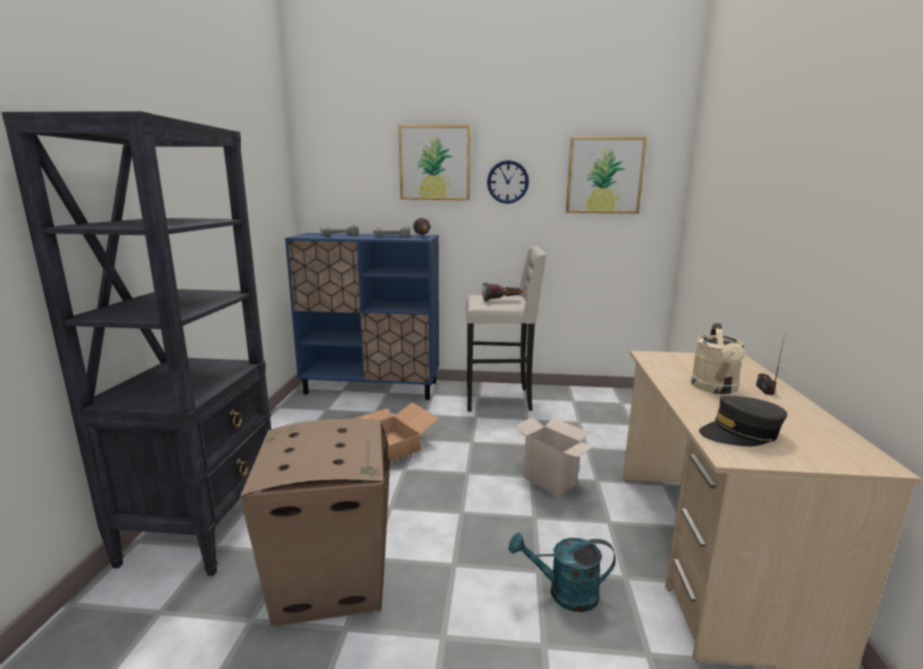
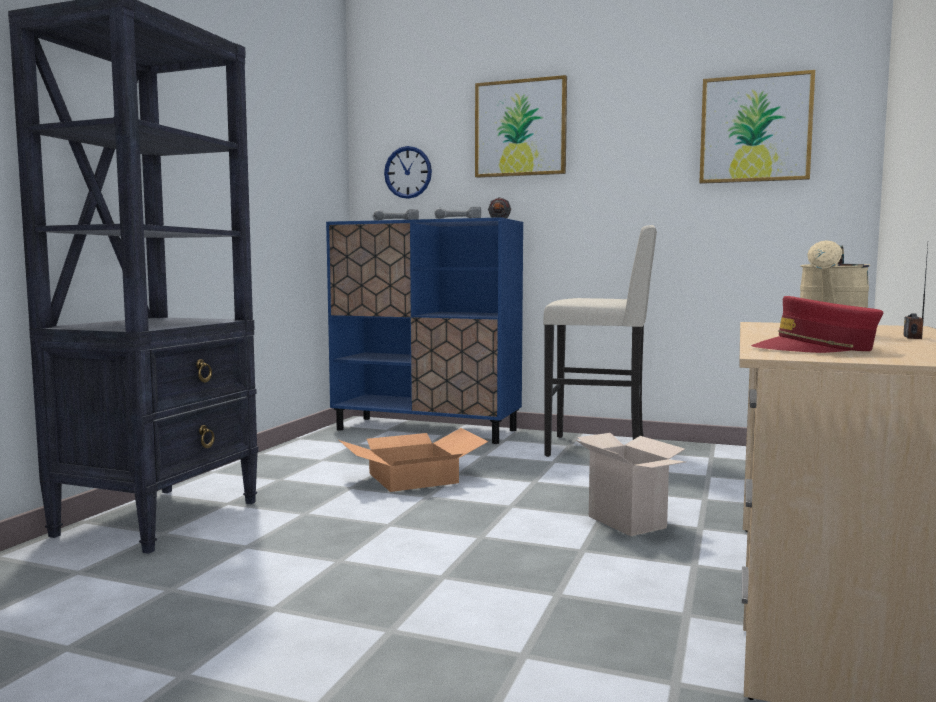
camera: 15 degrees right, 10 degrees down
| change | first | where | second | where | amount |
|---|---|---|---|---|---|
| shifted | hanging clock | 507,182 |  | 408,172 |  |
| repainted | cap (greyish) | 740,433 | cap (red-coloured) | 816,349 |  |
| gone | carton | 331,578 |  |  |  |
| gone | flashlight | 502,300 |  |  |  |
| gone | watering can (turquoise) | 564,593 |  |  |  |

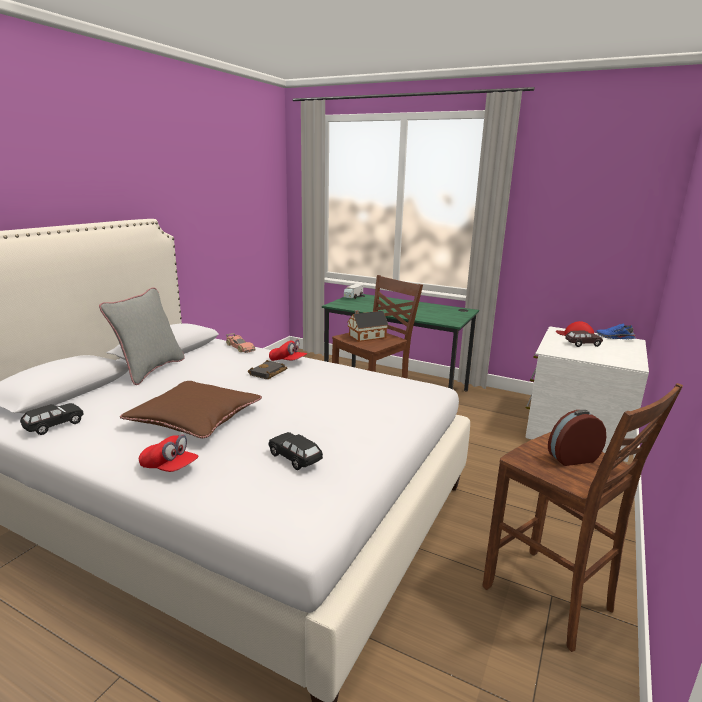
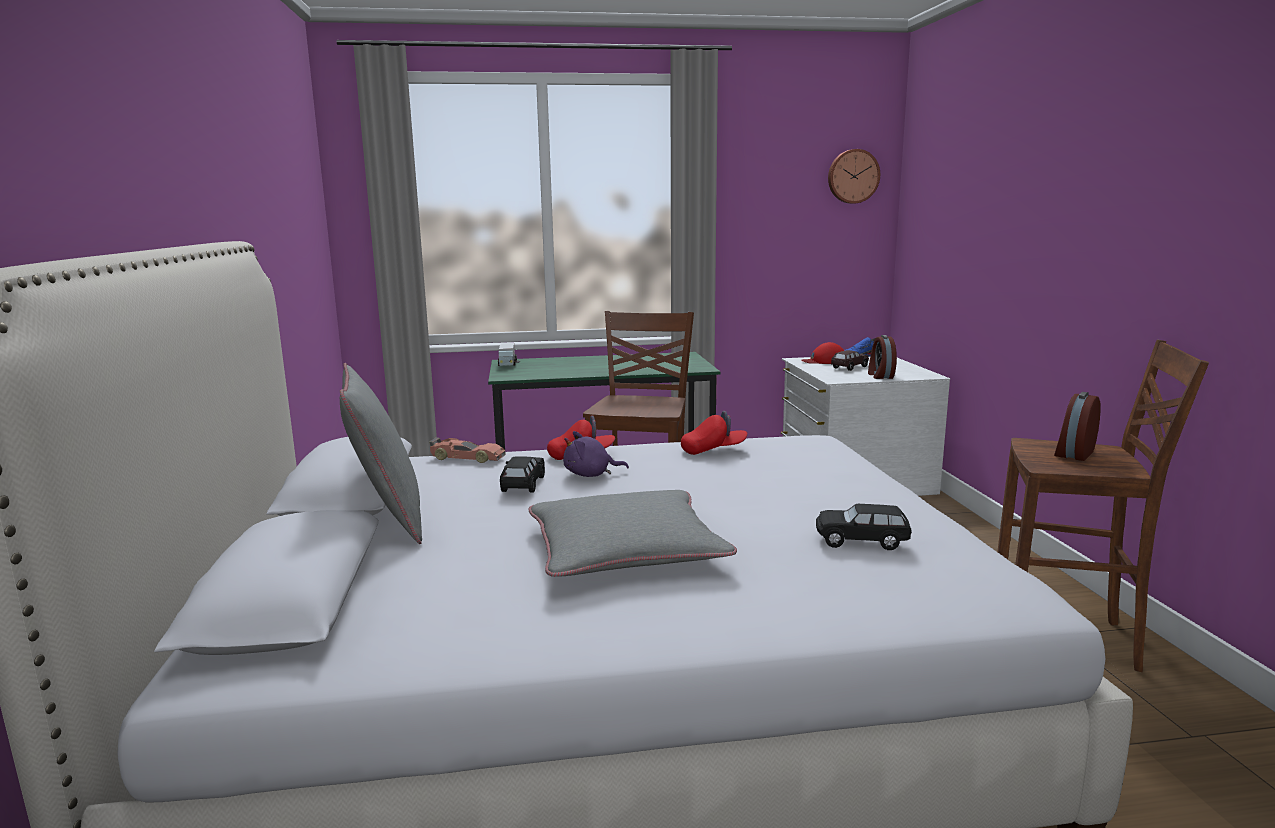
camera: 35 degrees left, 5 degrees down
| change | first | where | second | where | amount |
|---|---|---|---|---|---|
| shifted | model car (black-coloured) | 54,425 |  | 523,484 |  |
| repainted | pillow (brown-coloured) | 195,417 | pillow (greyish) | 625,549 |  |
| swapped | book (black-coloured) | 268,373 | cuddly toy (purple) | 590,474 |  |
| shifted | cap (red-coloured) | 169,467 |  | 713,450 |  |
| new |  |  | hanging clock | 852,176 |  |
| new |  |  | table clock | 880,376 |  |
| gone | toy house | 365,337 |  |  |  |

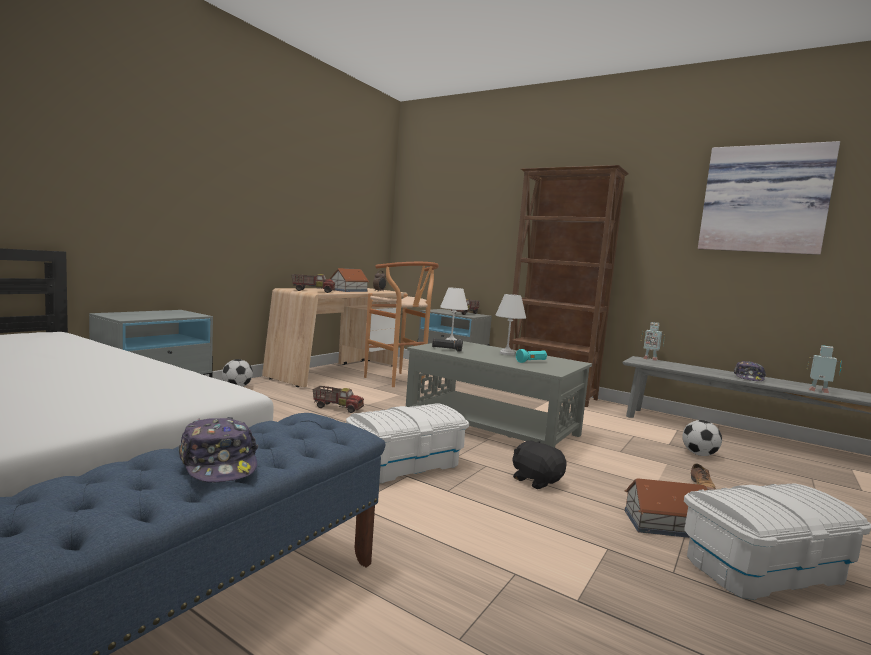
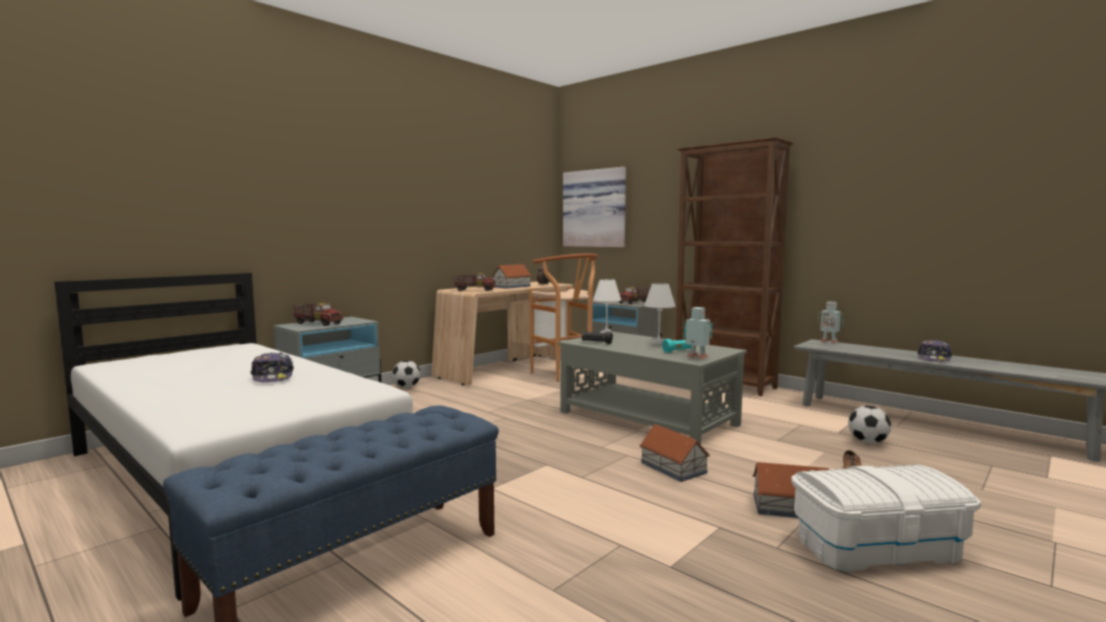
camera: 10 degrees right, 0 degrees up
| change | first | where | second | where | amount |
|---|---|---|---|---|---|
| shifted | cap | 219,464 |  | 273,377 |  |
| shifted | model truck | 337,408 |  | 318,323 |  |
| shifted | picture | 764,199 |  | 595,208 |  |
| swapped | cuddly toy (black-coloured) | 536,480 | toy house | 673,468 |  |
| shifted | model robot | 819,391 |  | 697,358 |  |
| gone | storage bin (whitish) | 405,464 |  |  |  |

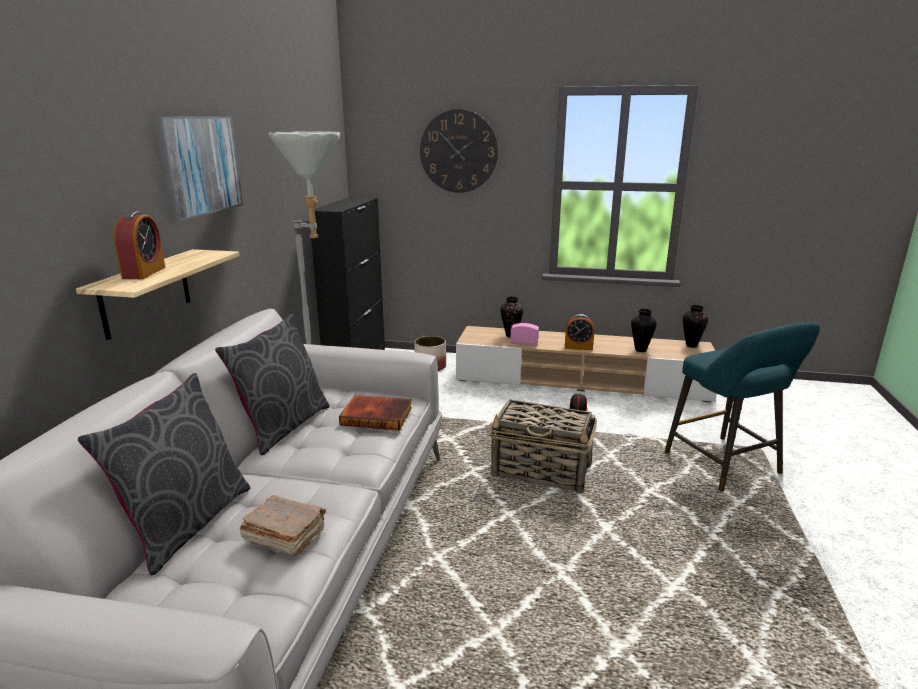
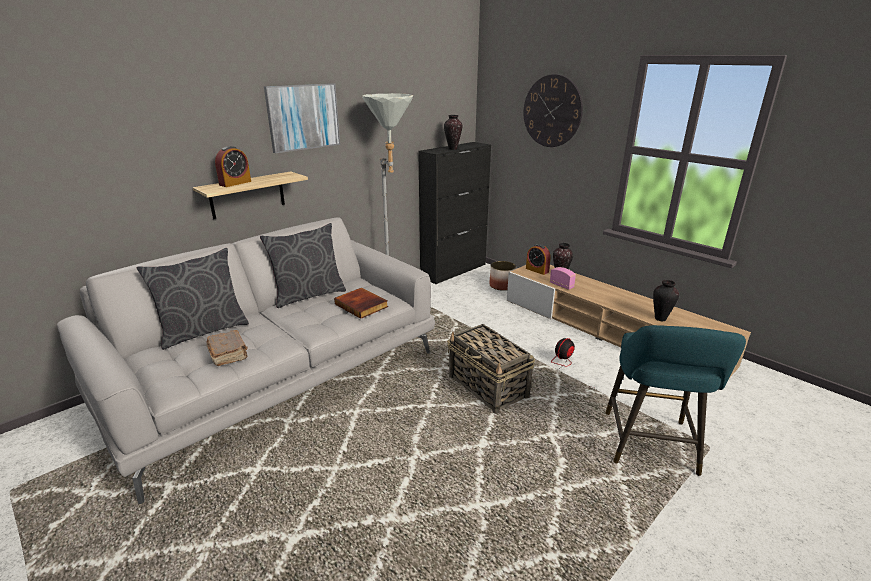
camera: 35 degrees right, 5 degrees up
| change | first | where | second | where | amount |
|---|---|---|---|---|---|
| shifted | decorative vase | 691,345 |  | 453,149 |  |
| shifted | table clock | 578,347 |  | 537,270 |  |

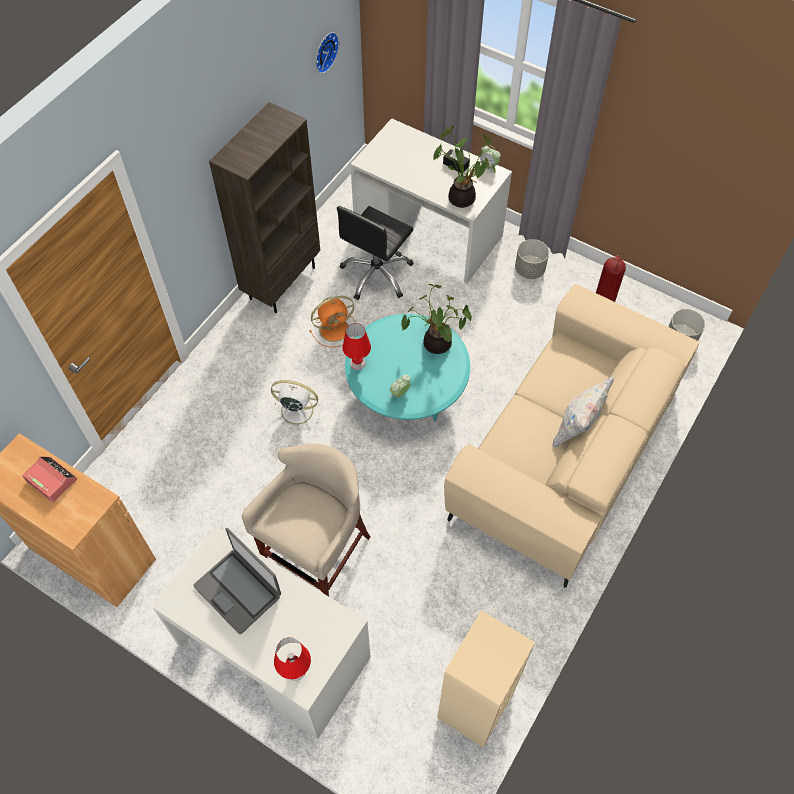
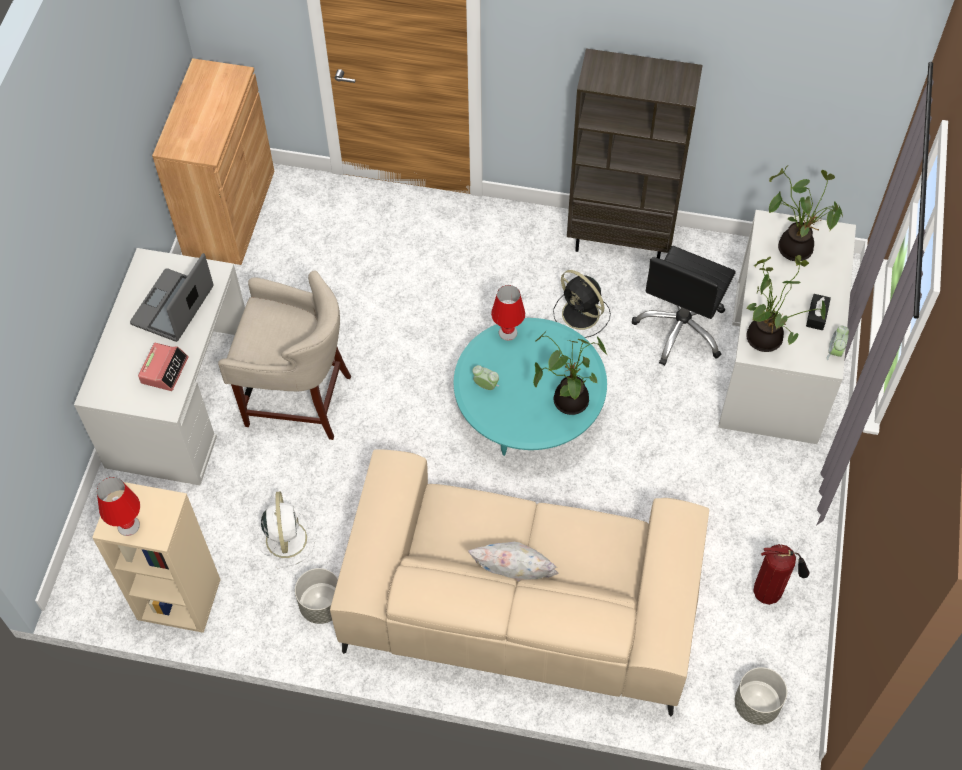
camera: 70 degrees right, 0 degrees up
| change | first | where | second | where | amount |
|---|---|---|---|---|---|
| shifted | lamp for a table (red-coloured) | 296,670 |  | 128,526 |  |
| shifted | table clock | 51,480 |  | 164,370 |  |
| shifted | electric fan (whitish) | 295,410 |  | 286,537 |  |
| shifted | plant pot (greyish) | 530,270 |  | 321,606 |  |
| repainted | electric fan (orange-coloured) | 335,329 | electric fan (black-coloured) | 582,315 |  |
| rotated | desk chair (black-coloured) | 377,274 |  | 681,329 | 75 degrees counterclockwise |
| new |  |  | plant in a pot | 795,246 |  |
| gone | hanging clock | 324,51 |  |  |  |

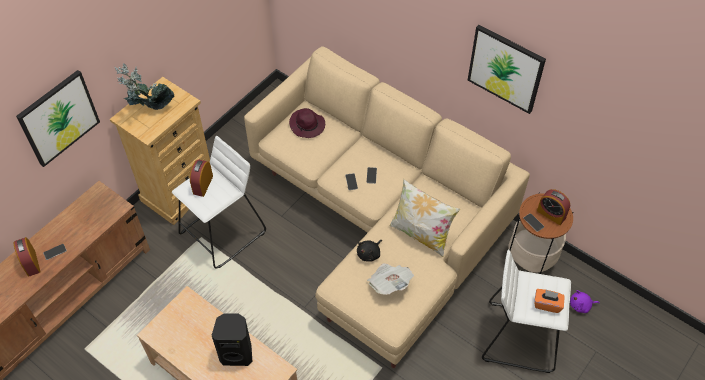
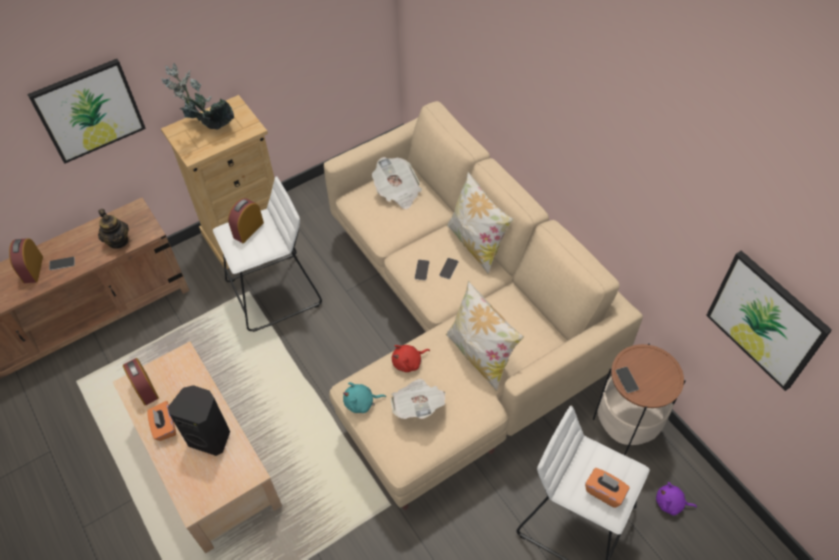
camera: 20 degrees right, 0 degrees up
| change | first | where | second | where | amount |
|---|---|---|---|---|---|
| new |  |  | tea pot | 118,241 |  |
| shifted | table clock | 551,214 |  | 145,388 |  |
| new |  |  | tissue box (orange-coloured) | 164,427 |  |
| new |  |  | cuddly toy (turquoise) | 361,403 |  |
| swapped | hat (purple) | 307,125 | printed paper | 397,191 |  |
| repainted | cuddly toy (black-coloured) | 369,254 | cuddly toy (red-coloured) | 408,362 |  |
| new |  |  | pillow | 476,244 |  |
| shifted | picture | 506,68 |  | 766,320 |  |

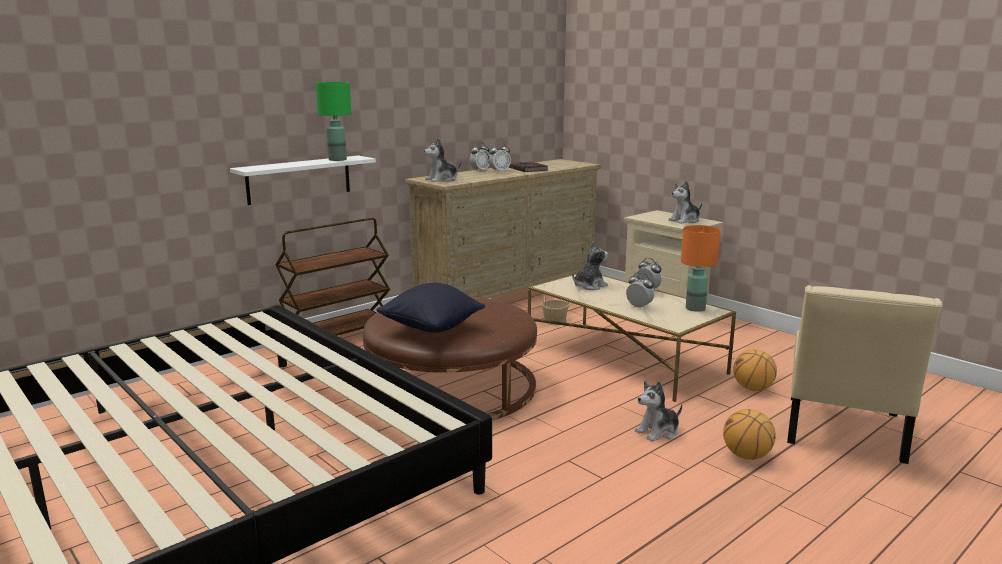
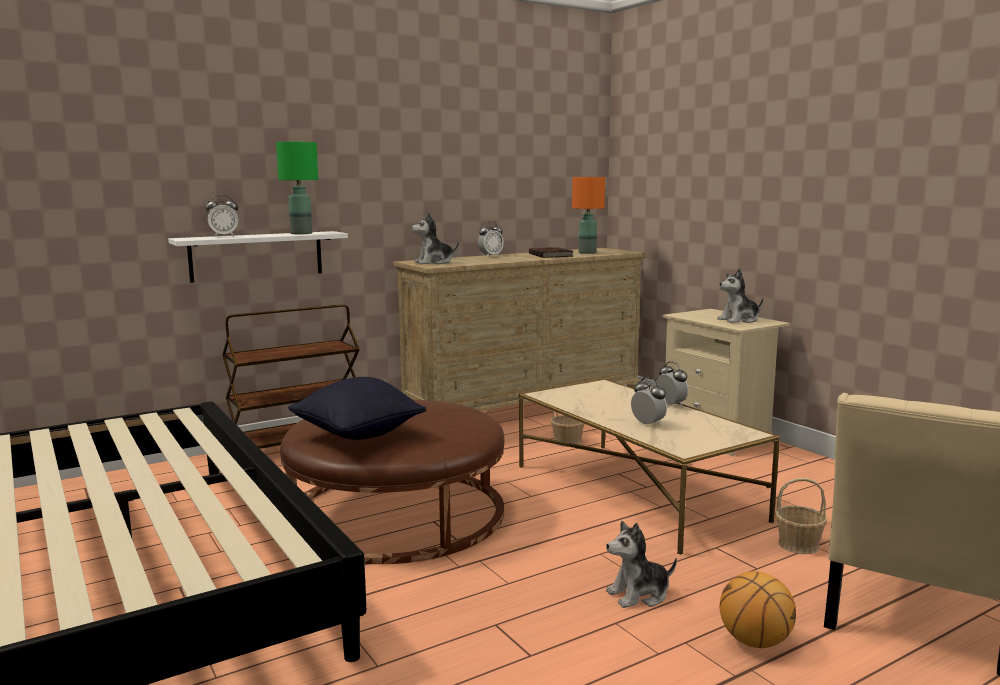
camera: 10 degrees right, 5 degrees down
| change | first | where | second | where | amount |
|---|---|---|---|---|---|
| shifted | table clock | 499,171 |  | 224,236 |  |
| shifted | lamp for a table (orange-coloured) | 694,308 |  | 586,253 |  |
| swapped | basketball | 752,389 | storage basket | 799,545 |  |
| gone | cuddly toy | 589,286 |  |  |  |

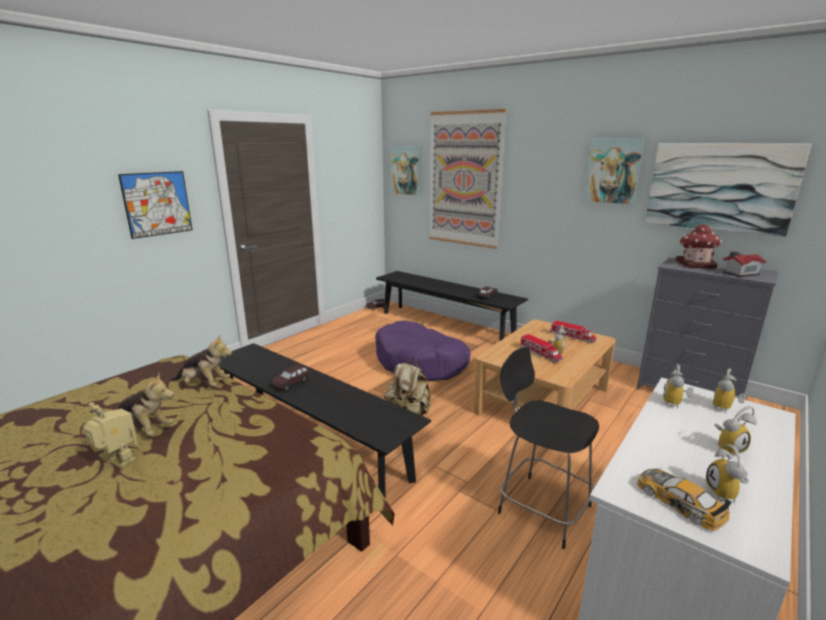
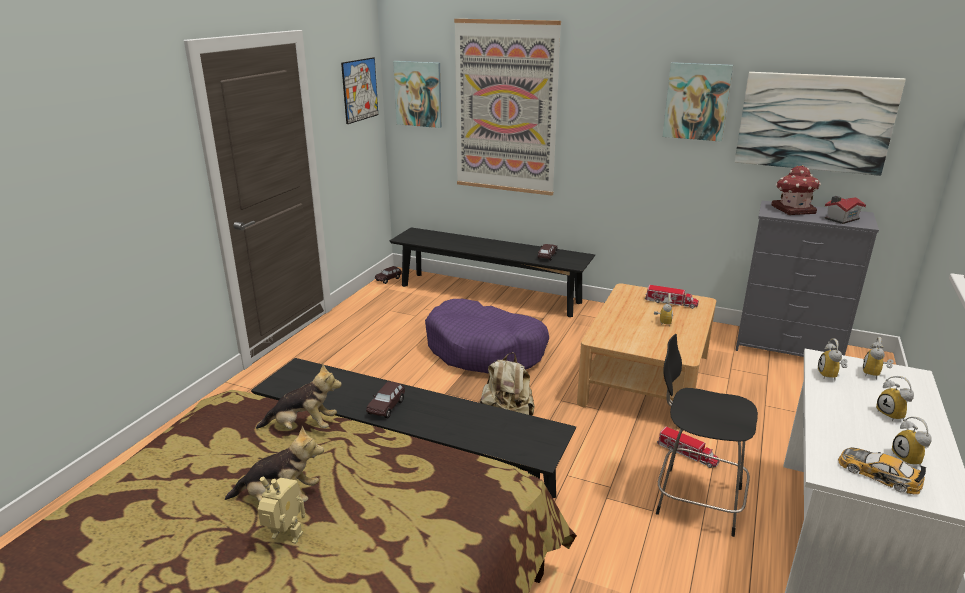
camera: 15 degrees left, 5 degrees up
| change | first | where | second | where | amount |
|---|---|---|---|---|---|
| shifted | picture | 157,204 |  | 360,90 |  |
| shifted | model truck | 540,354 |  | 687,454 |  |
| rotated | table clock | 728,447 |  | 893,415 | 105 degrees clockwise |

